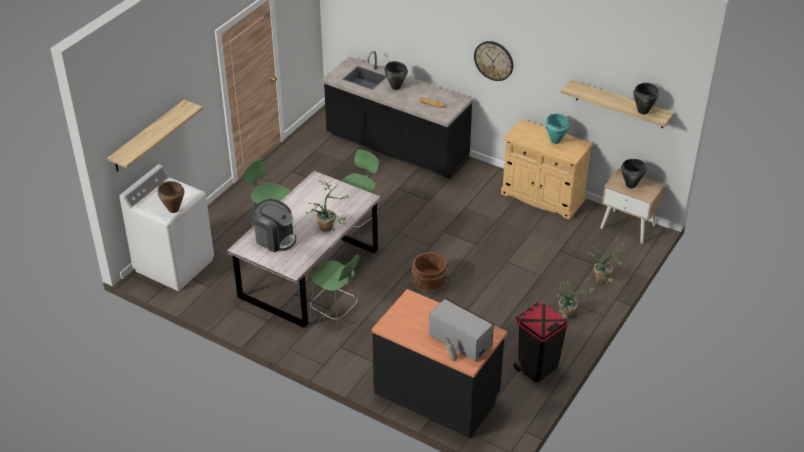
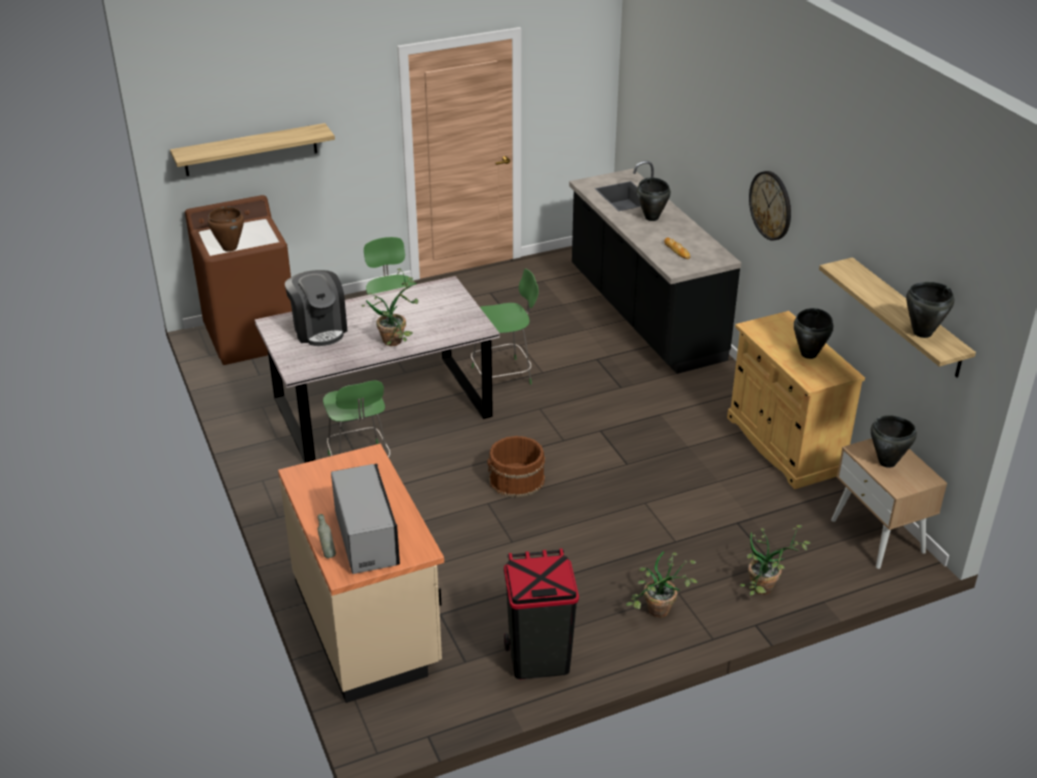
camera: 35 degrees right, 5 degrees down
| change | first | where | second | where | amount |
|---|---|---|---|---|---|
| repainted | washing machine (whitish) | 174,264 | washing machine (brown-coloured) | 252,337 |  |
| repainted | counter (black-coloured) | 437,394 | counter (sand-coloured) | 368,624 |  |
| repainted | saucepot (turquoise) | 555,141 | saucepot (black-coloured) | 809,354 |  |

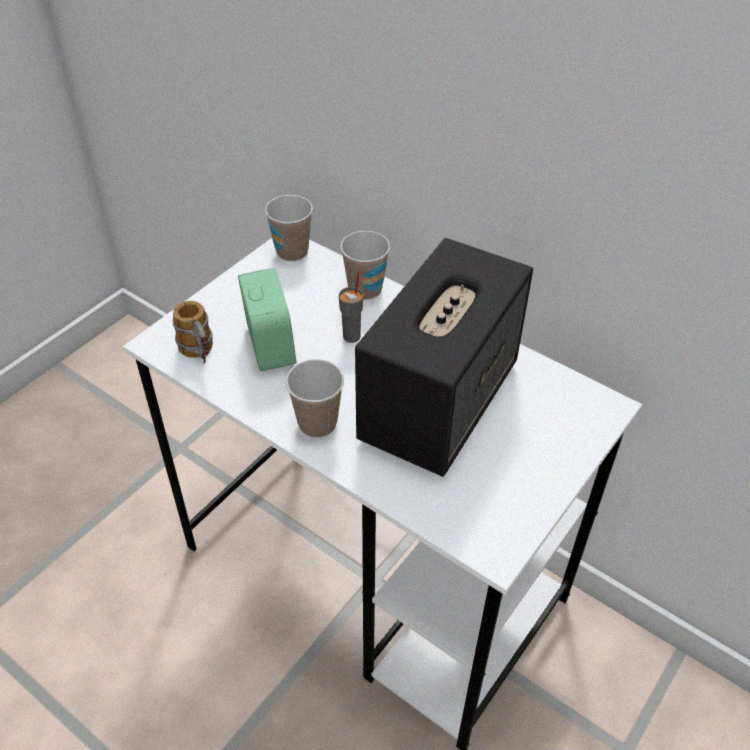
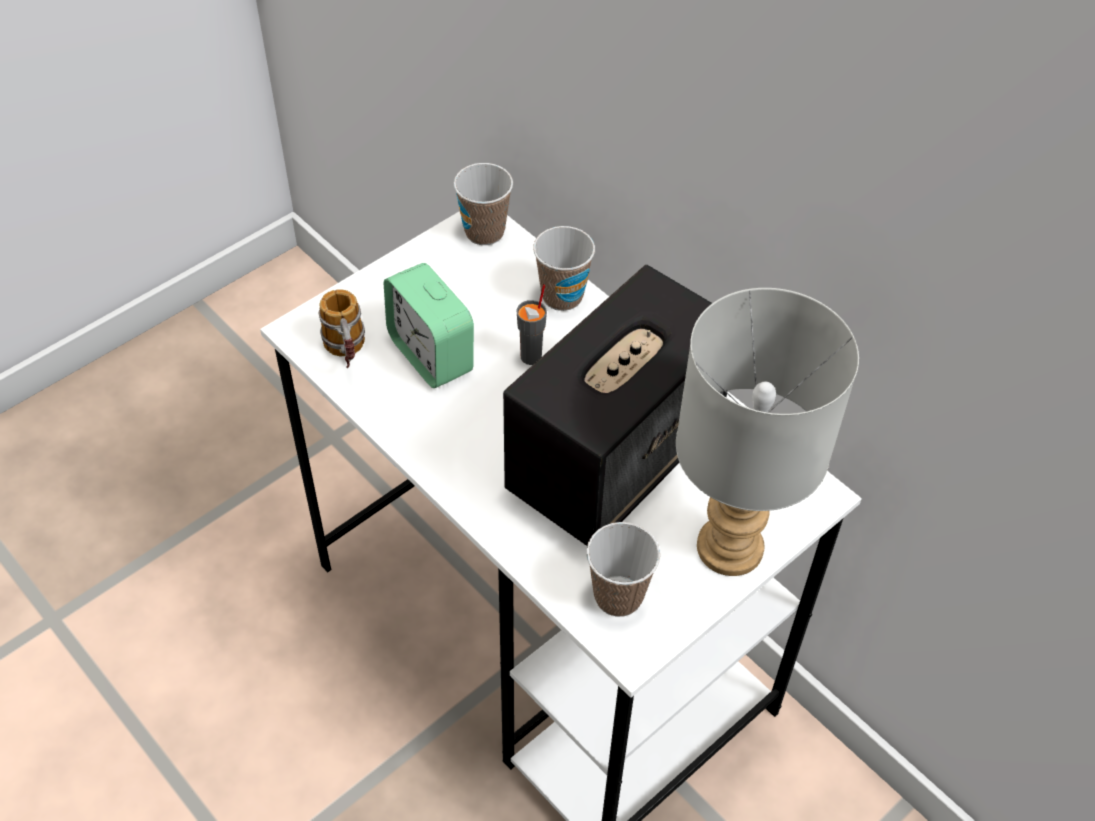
camera: 10 degrees right, 5 degrees up
| change | first | where | second | where | amount |
|---|---|---|---|---|---|
| rotated | table clock | 270,346 |  | 431,355 | 150 degrees clockwise |
| shifted | cup | 317,423 |  | 618,596 |  |
| new |  |  | lamp for a table (greyish) | 729,550 |  |

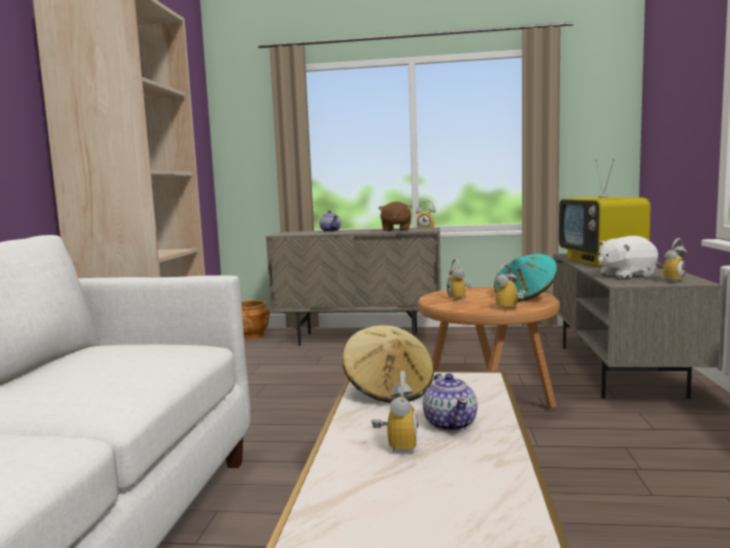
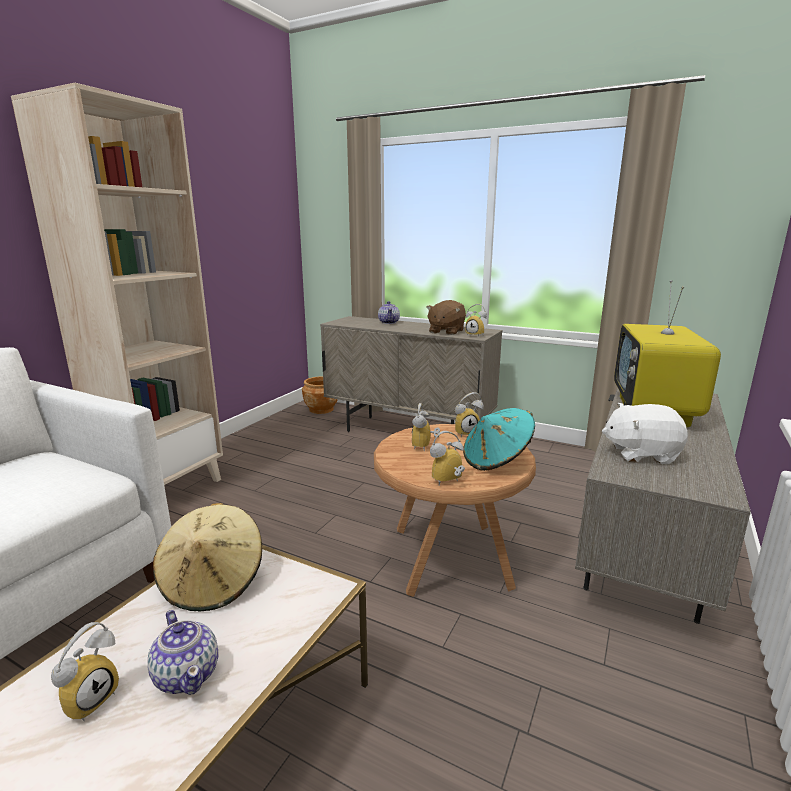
camera: 20 degrees right, 10 degrees up
| change | first | where | second | where | amount |
|---|---|---|---|---|---|
| rotated | tea pot | 450,424 |  | 187,674 | 45 degrees counterclockwise |
| shifted | table clock | 670,280 |  | 466,432 |  |

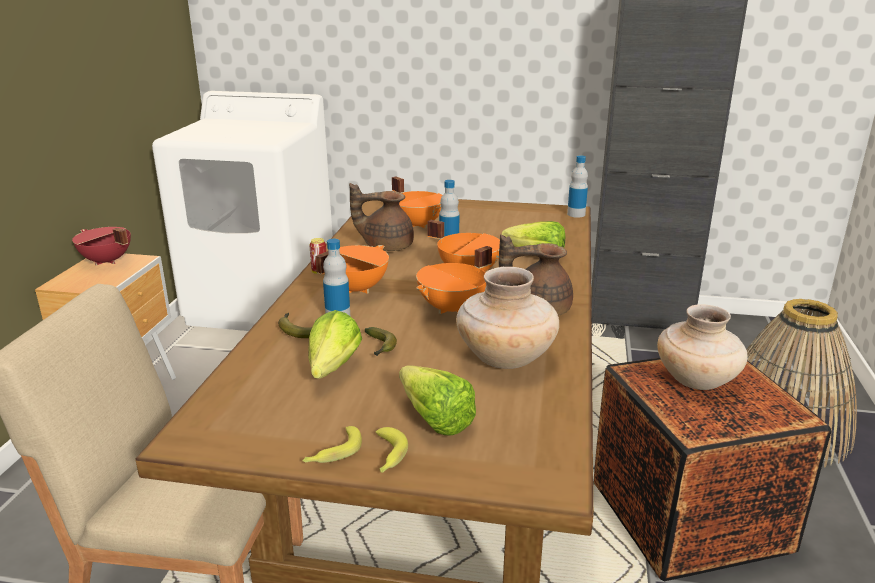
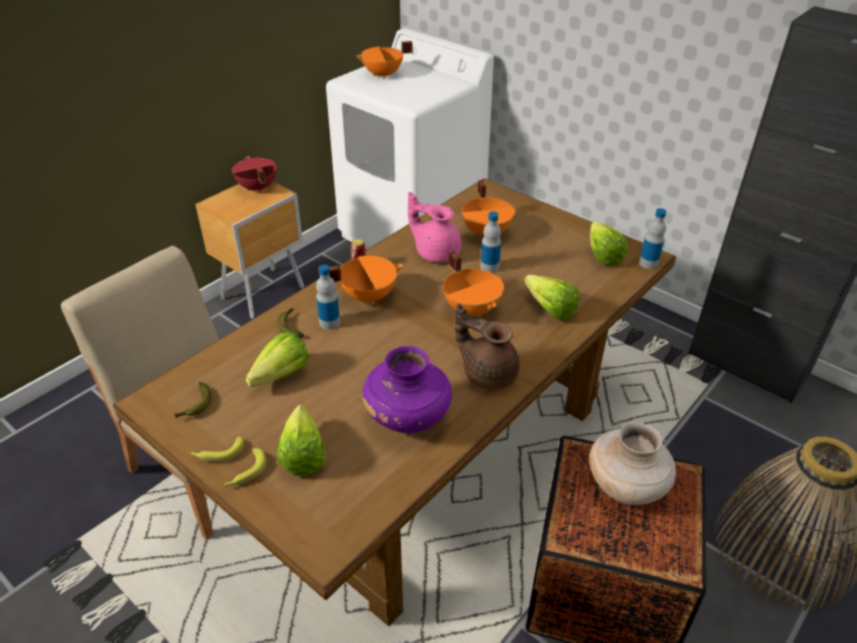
camera: 30 degrees right, 15 degrees up
| change | first | where | second | where | amount |
|---|---|---|---|---|---|
| shifted | banana | 380,347 |  | 195,406 |  |
| shifted | saucepot (orange-coloured) | 453,309 |  | 383,75 |  |
| repainted | decorative vase (sand-coloured) | 505,359 | decorative vase (purple) | 408,418 |  |
| repainted | tea pot (brown-coloured) | 386,246 | tea pot (pink) | 436,252 |  |
| new |  |  | lettuce head | 602,253 |  |

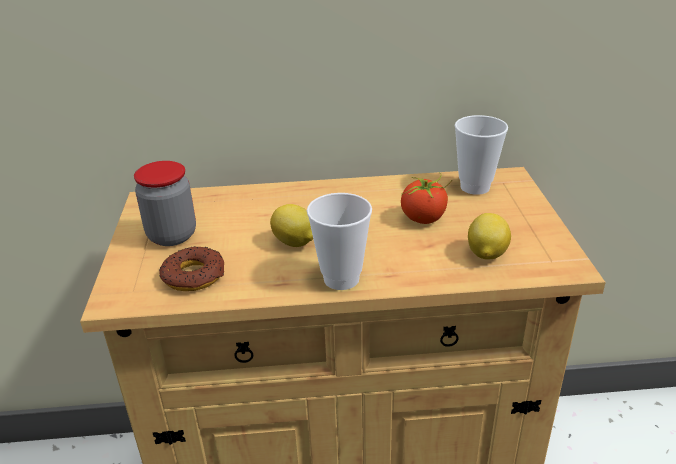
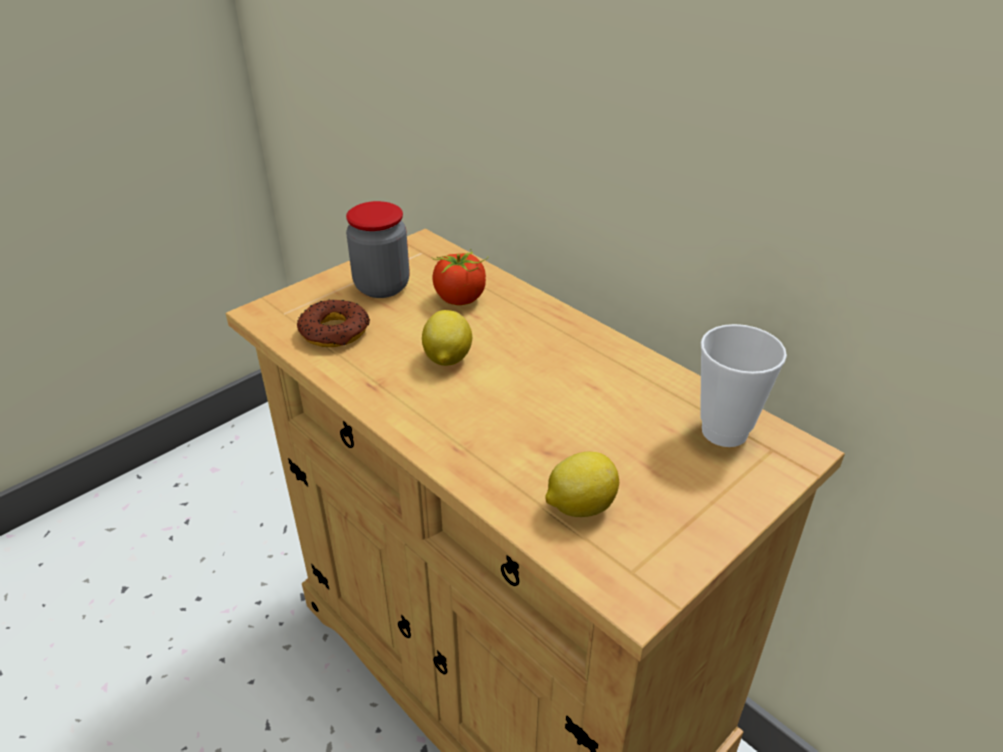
camera: 50 degrees right, 5 degrees up
| change | first | where | second | where | amount |
|---|---|---|---|---|---|
| shifted | tomato | 423,218 |  | 460,299 |  |
| gone | cup | 341,279 |  |  |  |

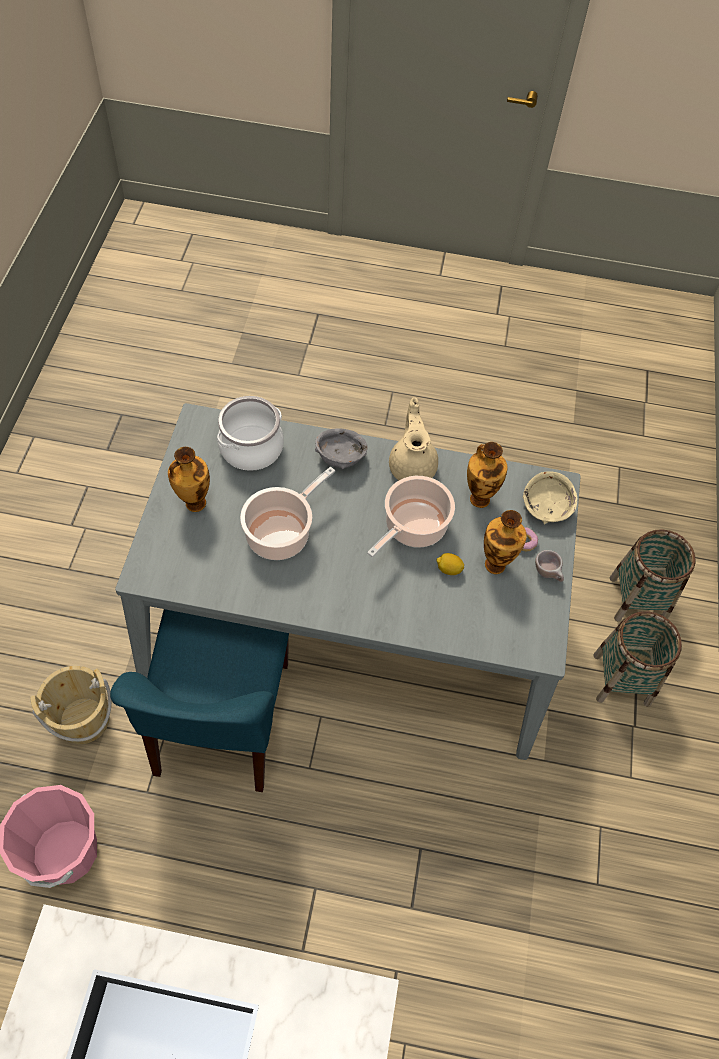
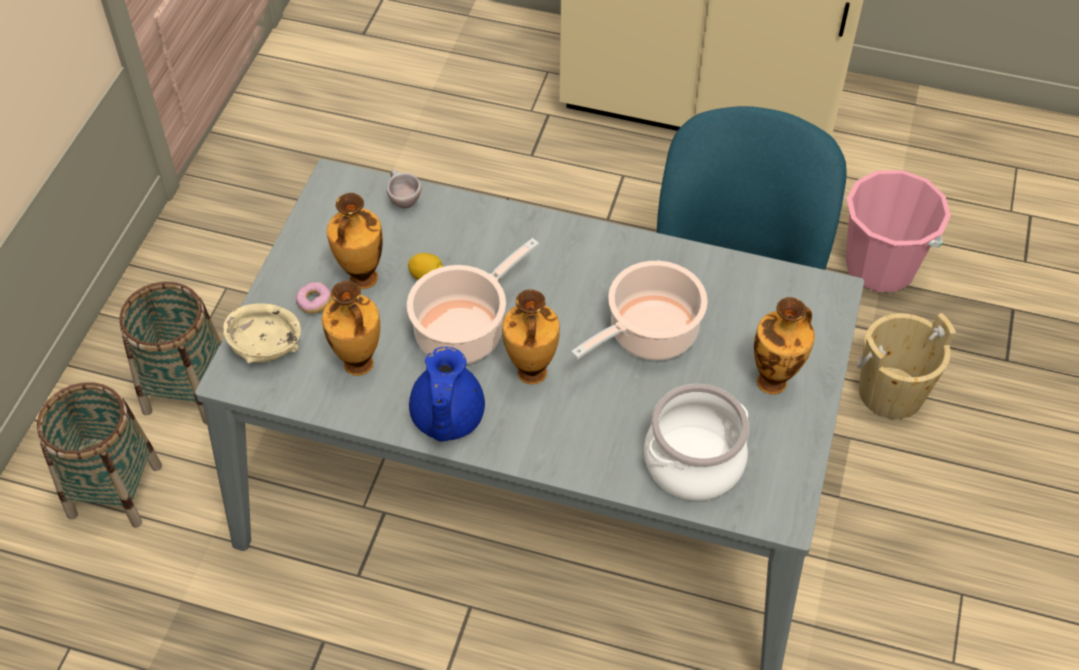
camera: 170 degrees left, 5 degrees down
| change | first | where | second | where | amount |
|---|---|---|---|---|---|
| shifted | cup (sand-coloured) | 548,574 |  | 402,200 |  |
| repainted | tea pot (sand-coloured) | 412,466 | tea pot (bluish) | 446,419 |  |
| new |  |  | decorative vase | 531,374 |  |
| gone | deep dish (greyish) | 340,457 |  |  |  |

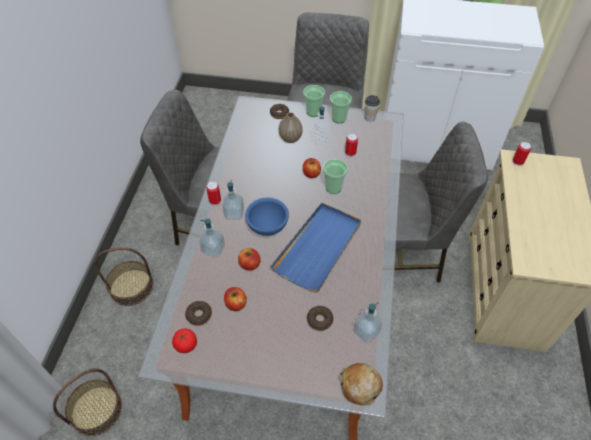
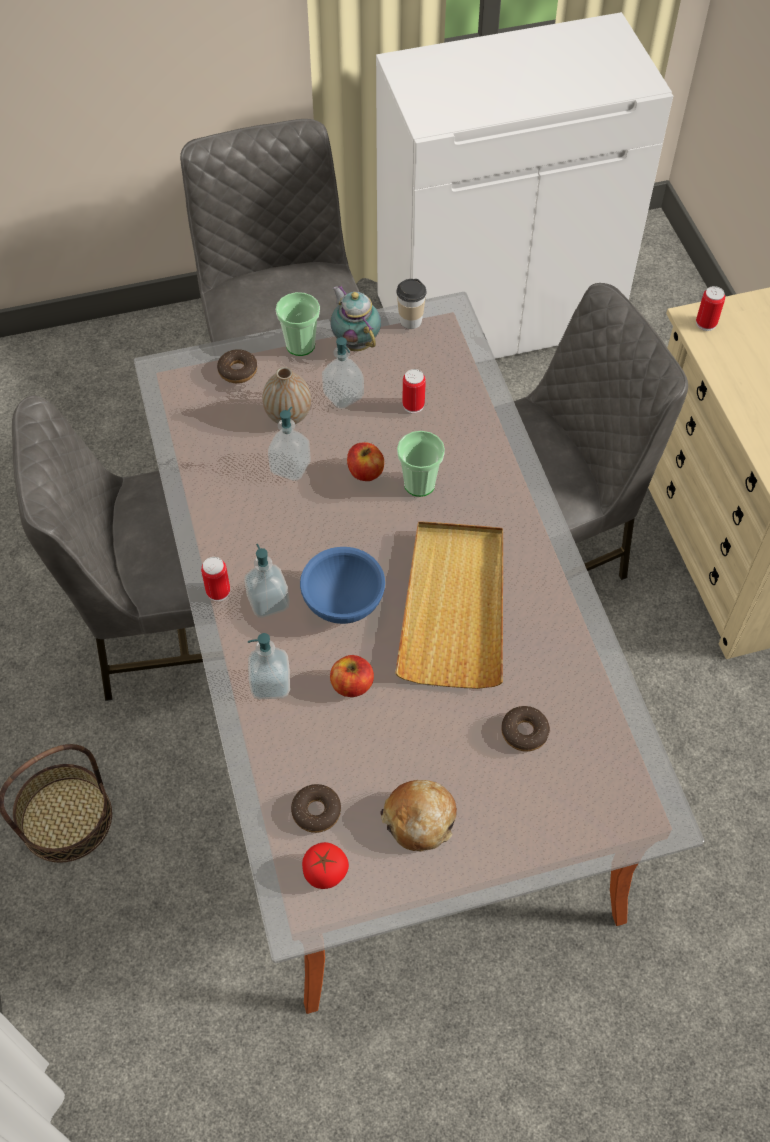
camera: 25 degrees left, 5 degrees up
| change | first | where | second | where | amount |
|---|---|---|---|---|---|
| shifted | liquid soap bottle | 366,332 |  | 290,467 |  |
| swapped | cup | 339,118 | tea pot | 355,342 |  |
| shifted | bakery bread | 360,386 |  | 419,819 |  |
| repainted | serving tray (bluish) | 318,247 | serving tray (sand-coloured) | 454,606 |  |
| gone | storage basket | 96,410 |  |  |  |
| gone | apple | 236,304 |  |  |  |

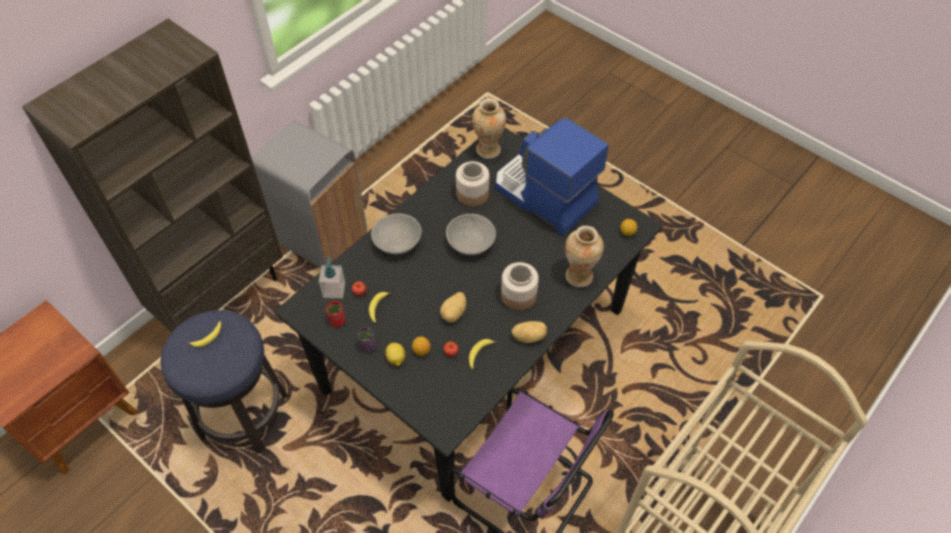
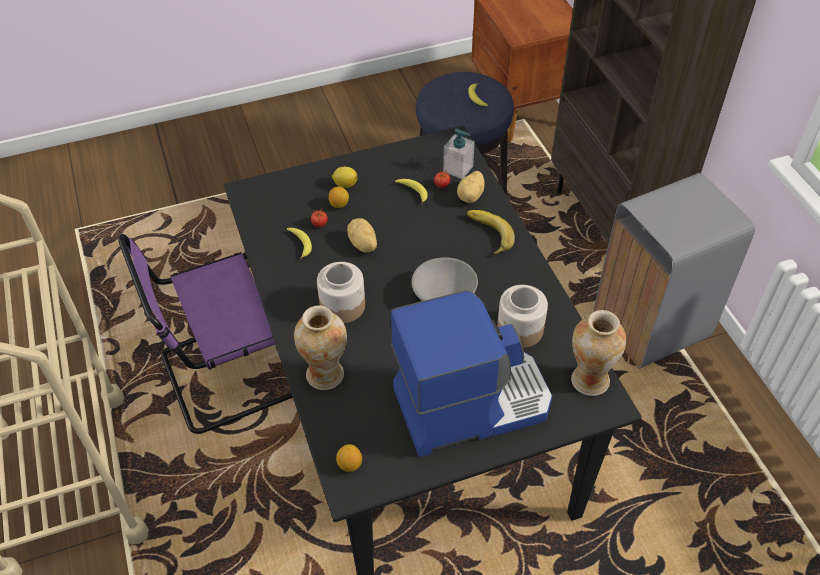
camera: 120 degrees right, 5 degrees down
| change | first | where | second | where | amount |
|---|---|---|---|---|---|
| shifted | spud | 528,336 |  | 471,196 |  |
| swapped | deep dish (greyish) | 397,243 | banana | 487,235 |  |
| gone | cup (red-coloured) | 337,320 |  |  |  |
| gone | cup (purple) | 368,346 |  |  |  |

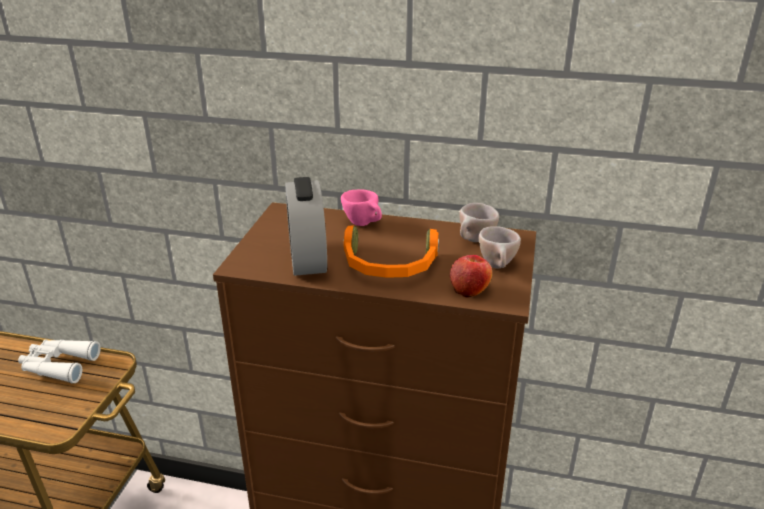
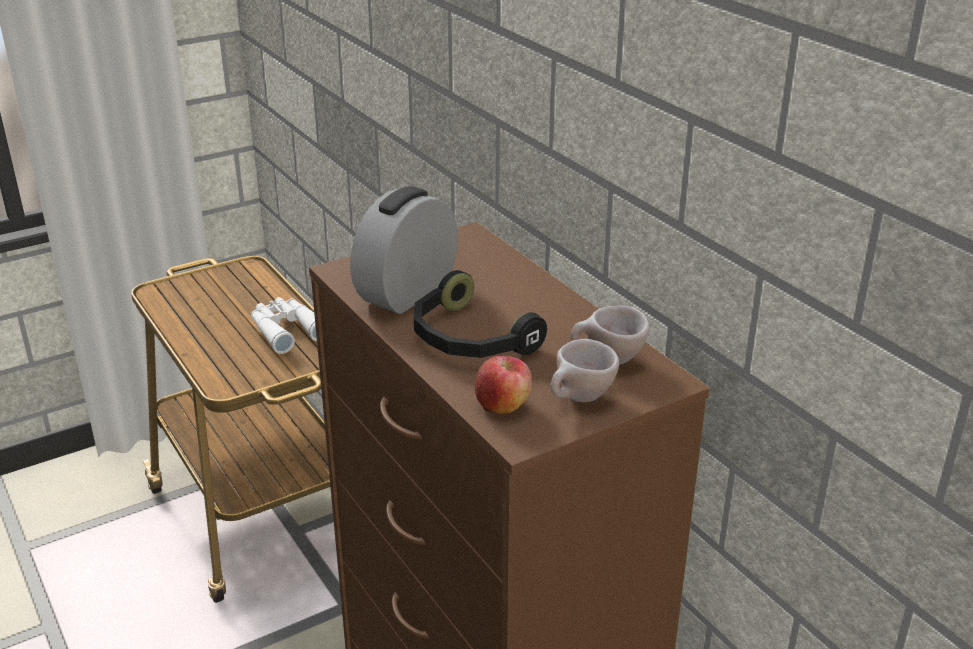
camera: 45 degrees right, 0 degrees up
| change | first | where | second | where | amount |
|---|---|---|---|---|---|
| repainted | headphones (orange-coloured) | 389,266 | headphones (black-coloured) | 468,339 |  |
| gone | cup (pink) | 364,224 |  |  |  |

